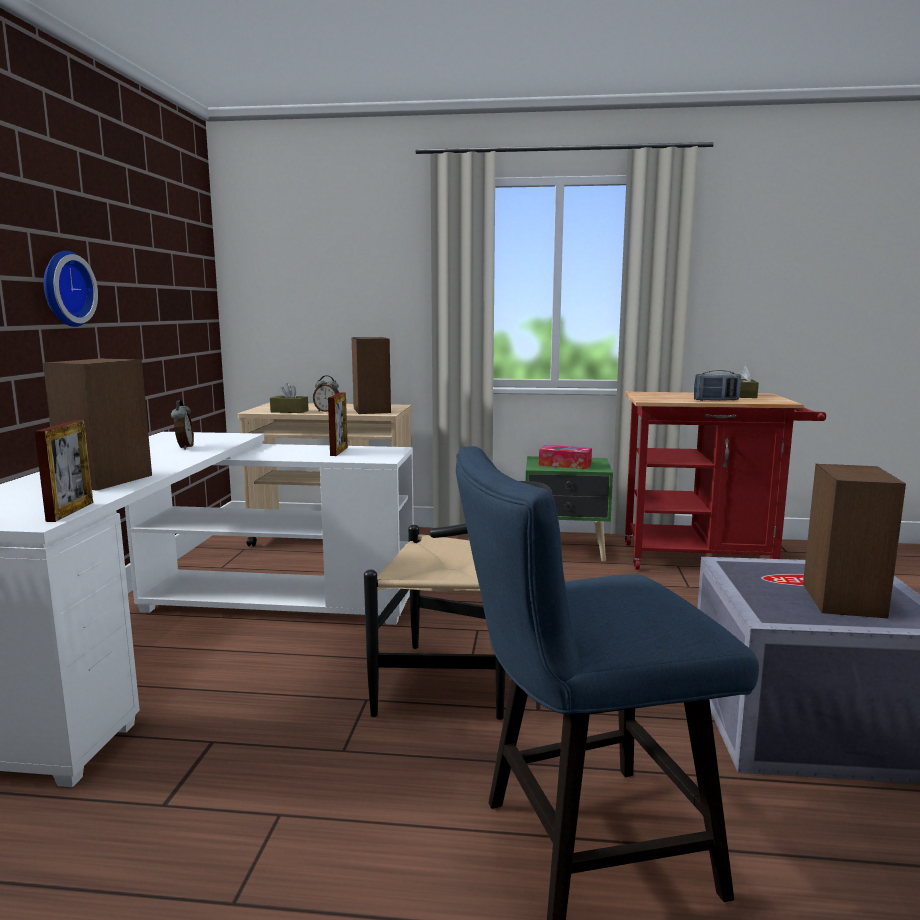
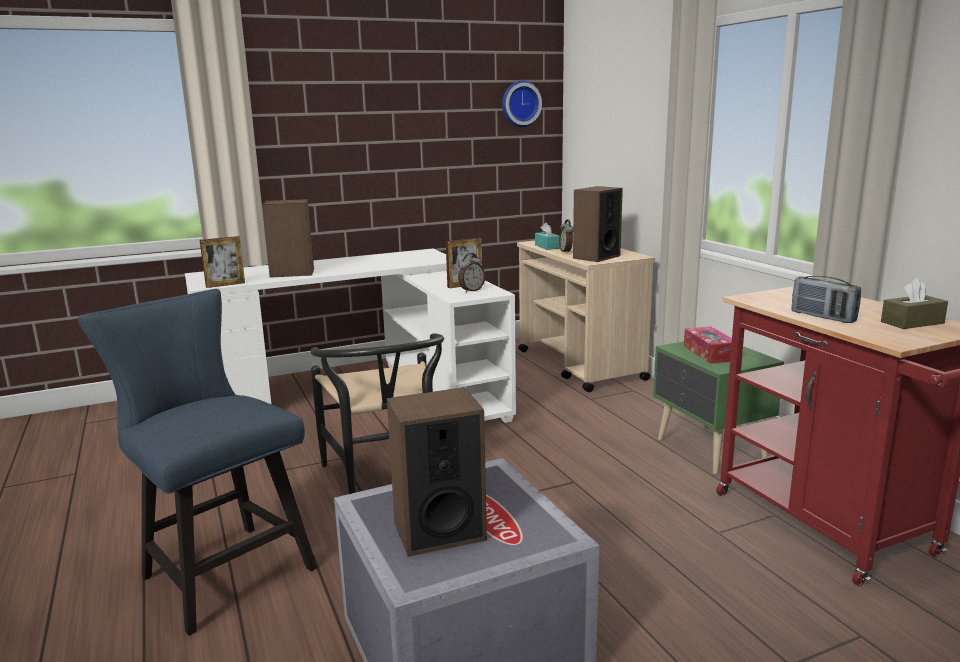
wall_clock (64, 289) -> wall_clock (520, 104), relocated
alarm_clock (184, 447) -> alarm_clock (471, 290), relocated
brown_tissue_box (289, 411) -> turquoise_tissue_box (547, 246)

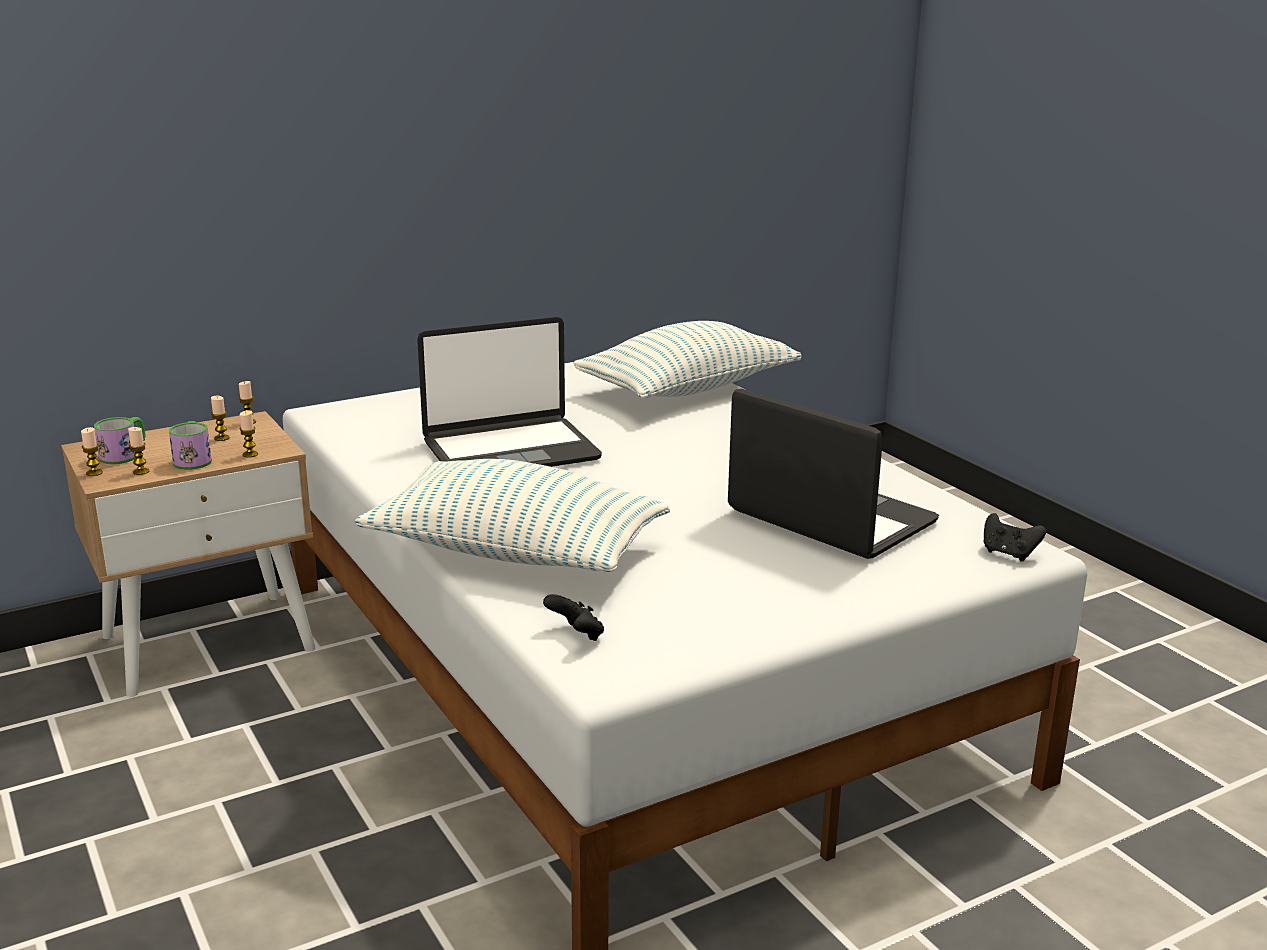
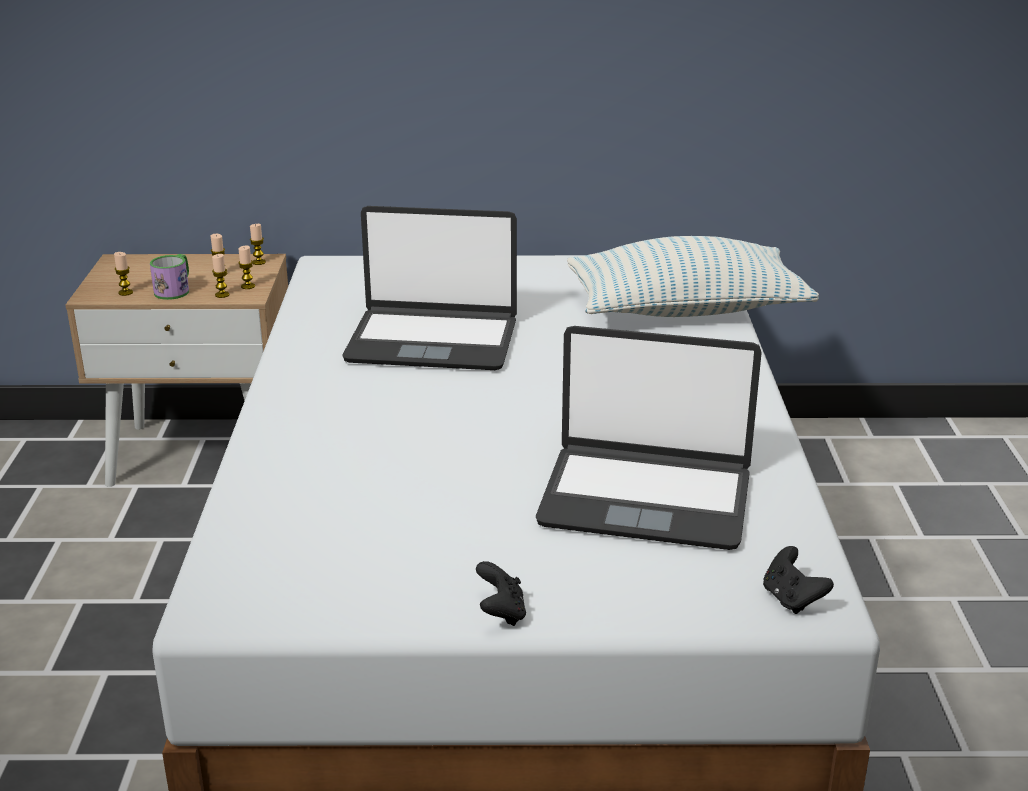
mug (124, 455) -> none
pillow (514, 552) -> none
candle (94, 473) -> candle (248, 286), relocated
black_game_controller (576, 635) -> black_game_controller (501, 613), relocated
laptop (830, 518) -> laptop (645, 498), 120 degrees clockwise

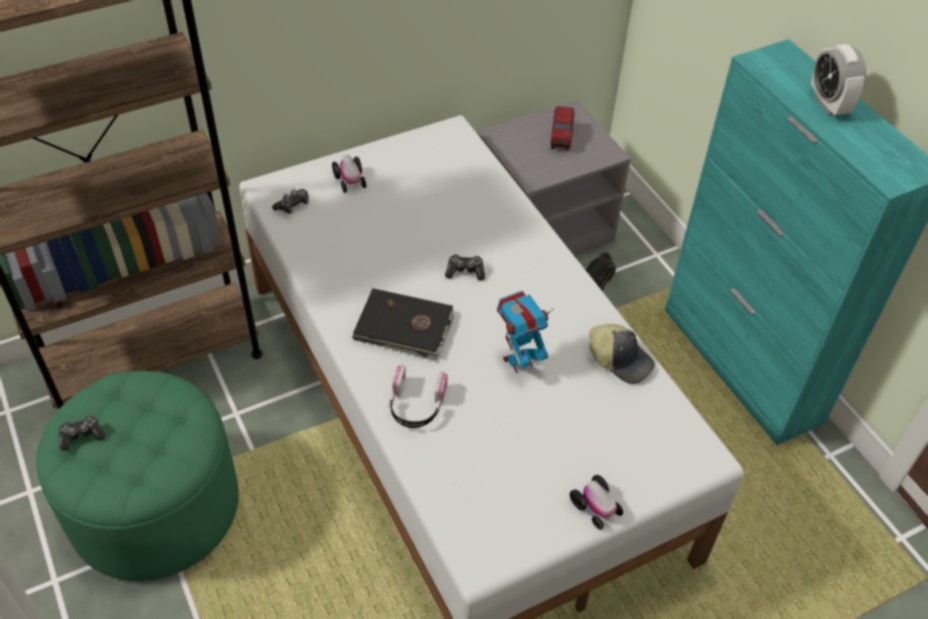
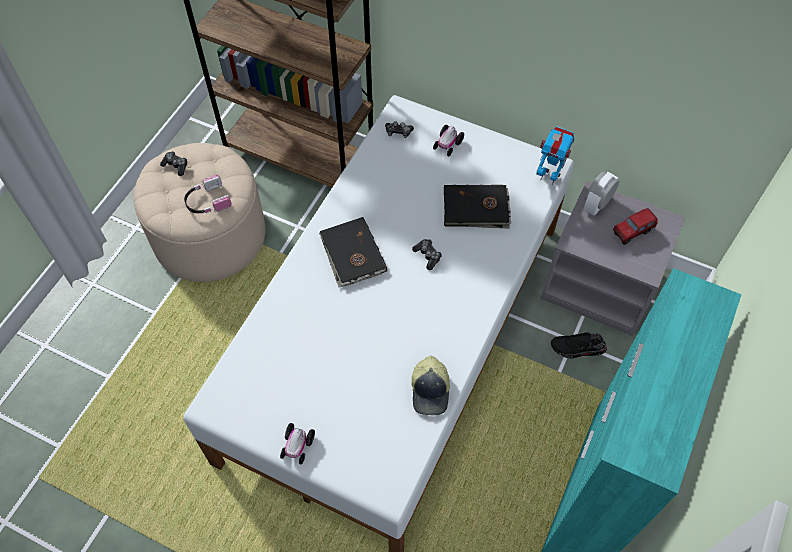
none -> black_book (476, 209)
headphones (416, 406) -> headphones (207, 202), relocated
toy_robot (519, 361) -> toy_robot (549, 176), relocated
alarm_clock (828, 104) -> alarm_clock (597, 204), relocated
green_ottoman (155, 506) -> beige_ottoman (209, 235)

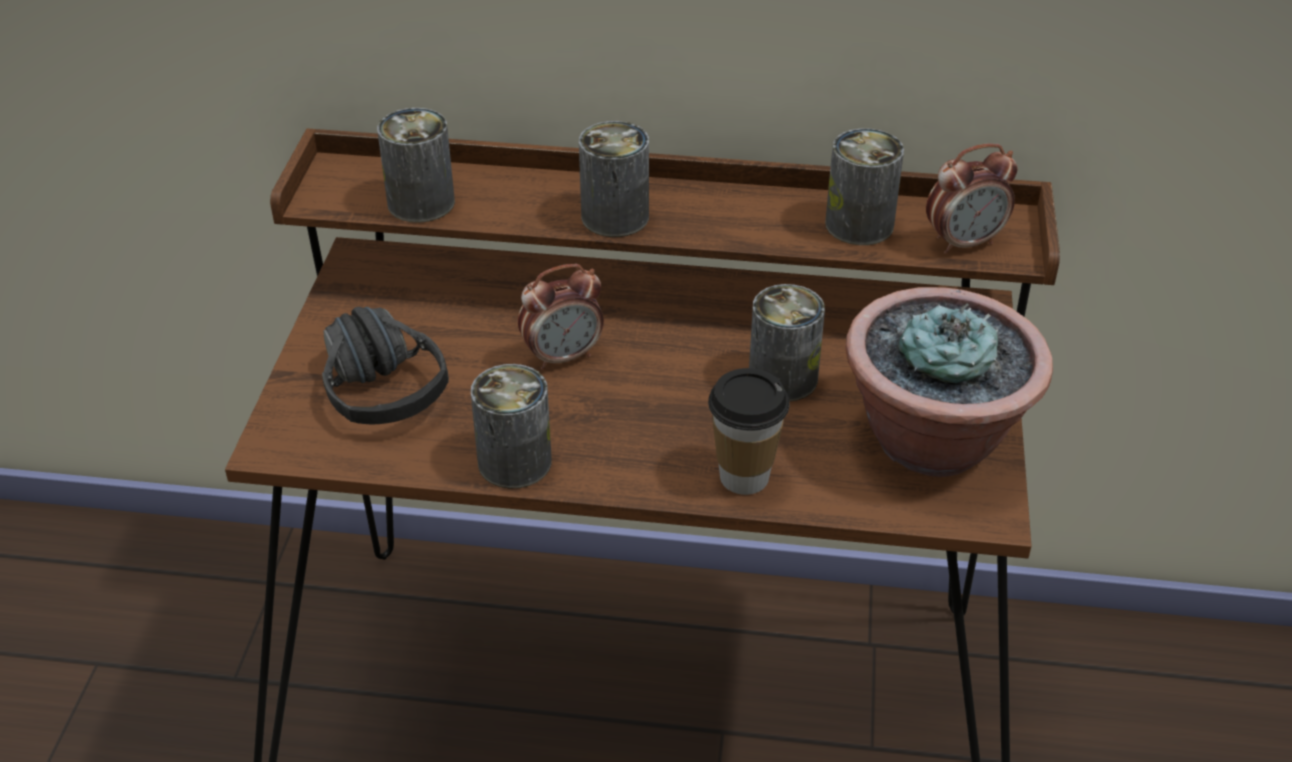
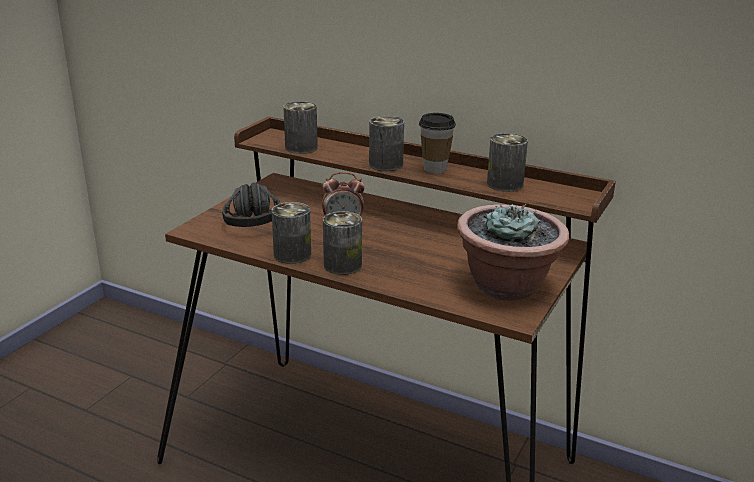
alarm_clock (964, 243) -> none
cup (744, 477) -> cup (435, 169), relocated
can (783, 378) -> can (342, 265), relocated

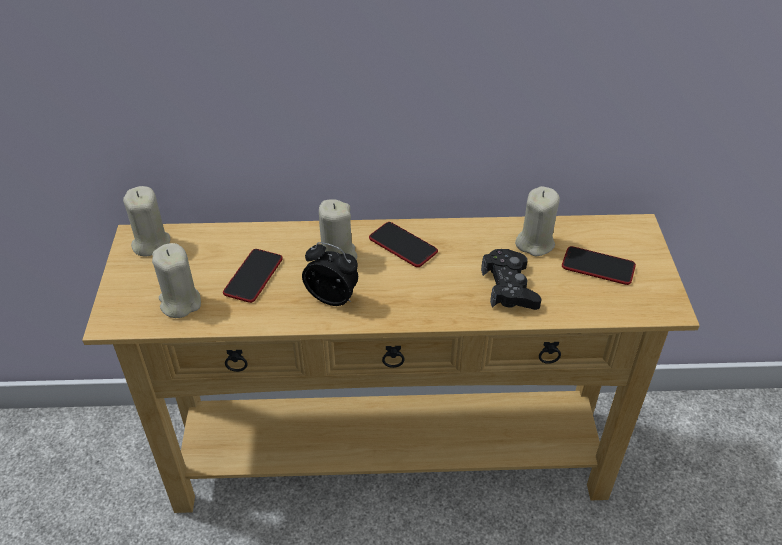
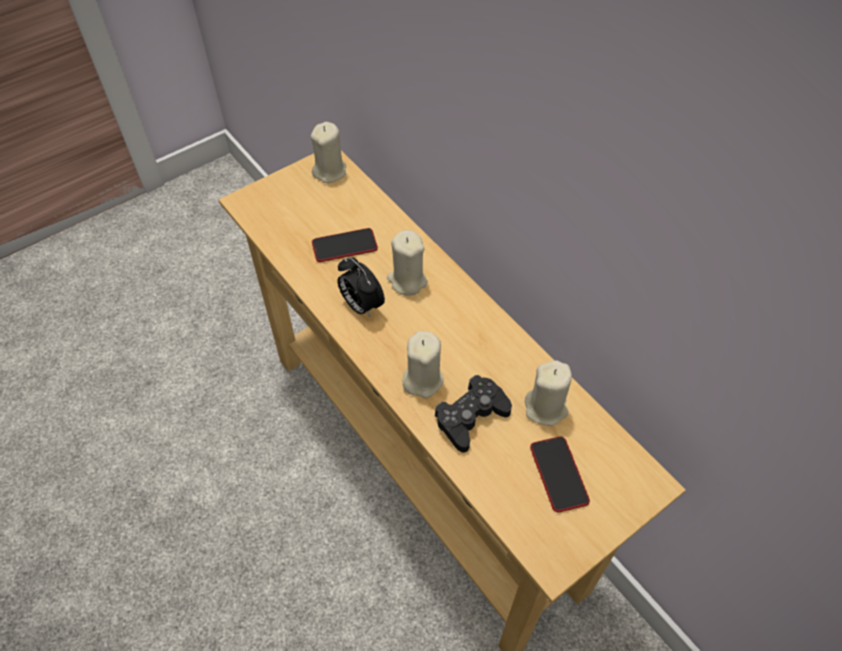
phone (403, 245) -> none
beige_candle (180, 302) -> beige_candle (422, 380), relocated
alarm_clock (333, 298) -> alarm_clock (361, 305), 150 degrees clockwise

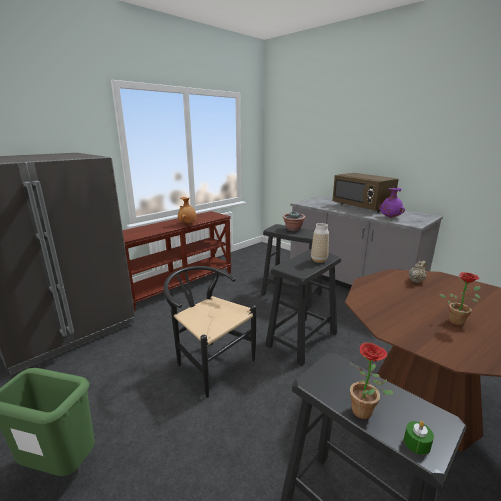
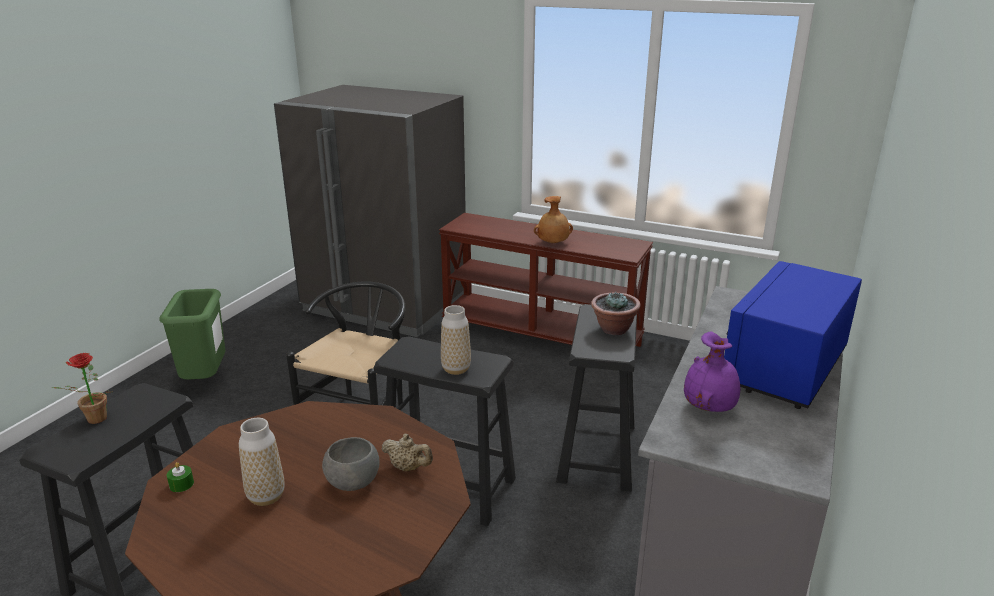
none -> grey_bowl (353, 483)
green_candle (417, 443) -> green_candle (181, 484), relocated
potted_plant (457, 321) -> vase (266, 496)
brown_microwave (362, 207) -> blue_microwave (785, 368)

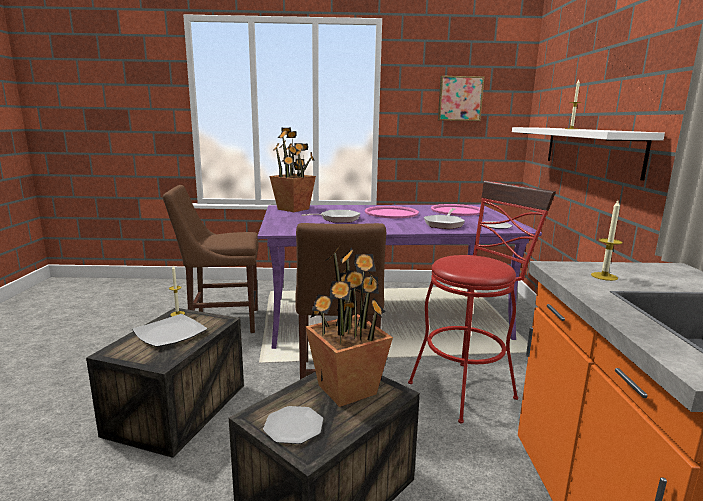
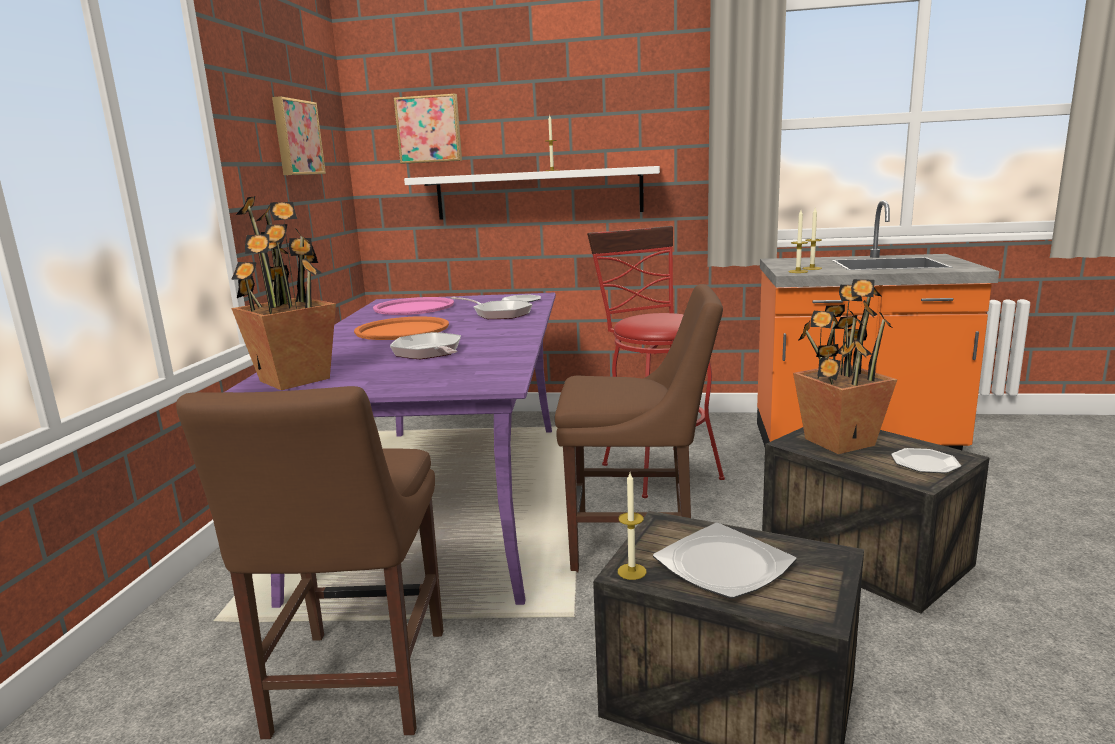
none -> picture (429, 129)
none -> candle (798, 271)
pink_tray (391, 213) -> orange_tray (402, 330)

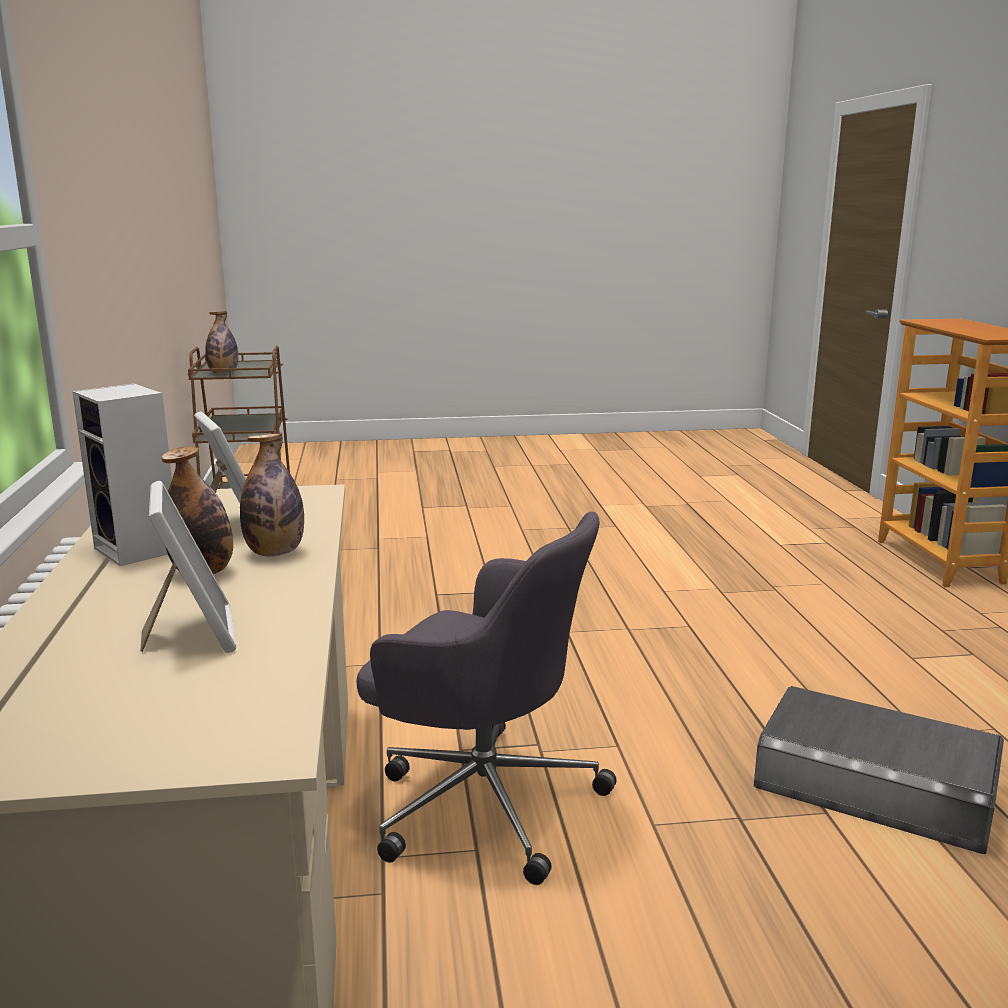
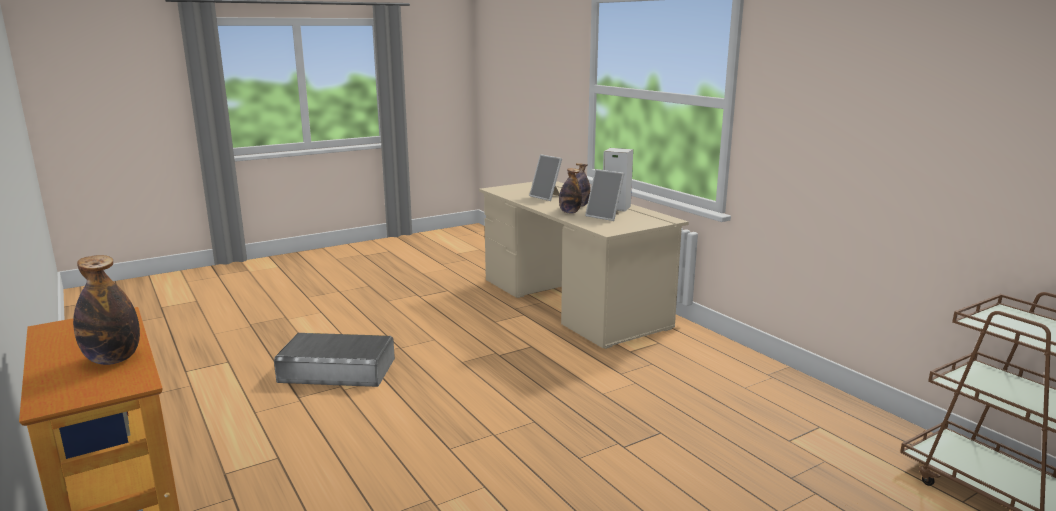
grey_office_chair (482, 800) -> none
bottle (223, 373) -> bottle (113, 359), relocated

